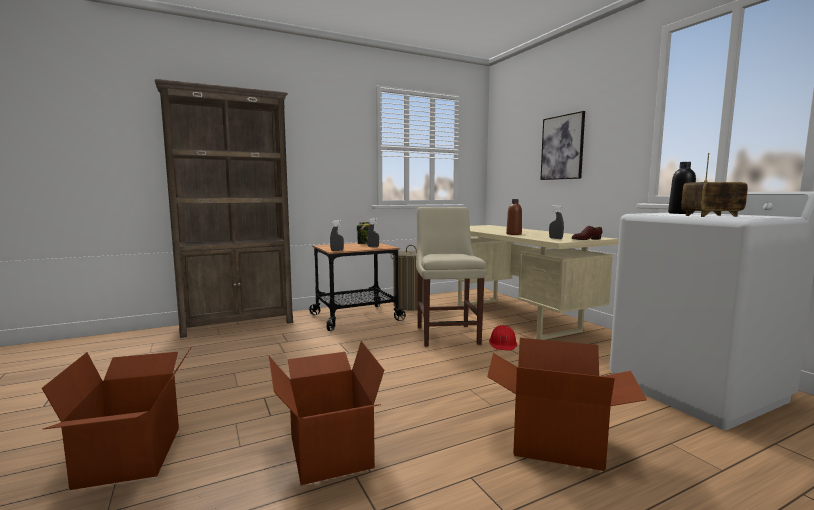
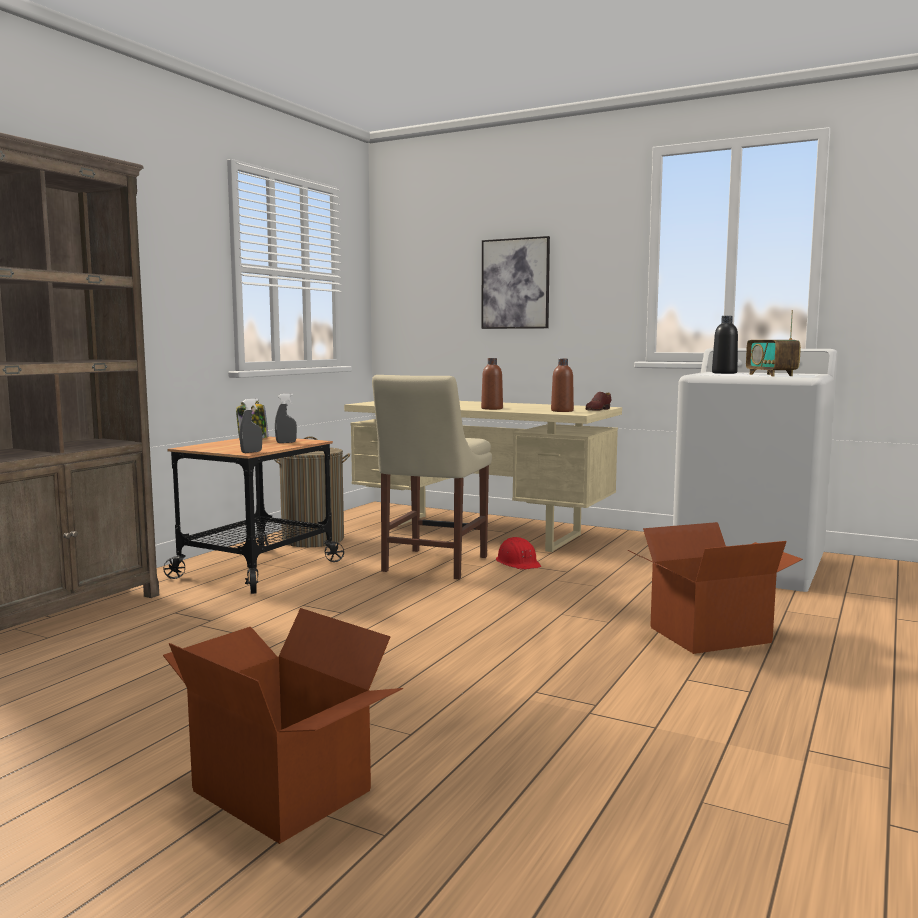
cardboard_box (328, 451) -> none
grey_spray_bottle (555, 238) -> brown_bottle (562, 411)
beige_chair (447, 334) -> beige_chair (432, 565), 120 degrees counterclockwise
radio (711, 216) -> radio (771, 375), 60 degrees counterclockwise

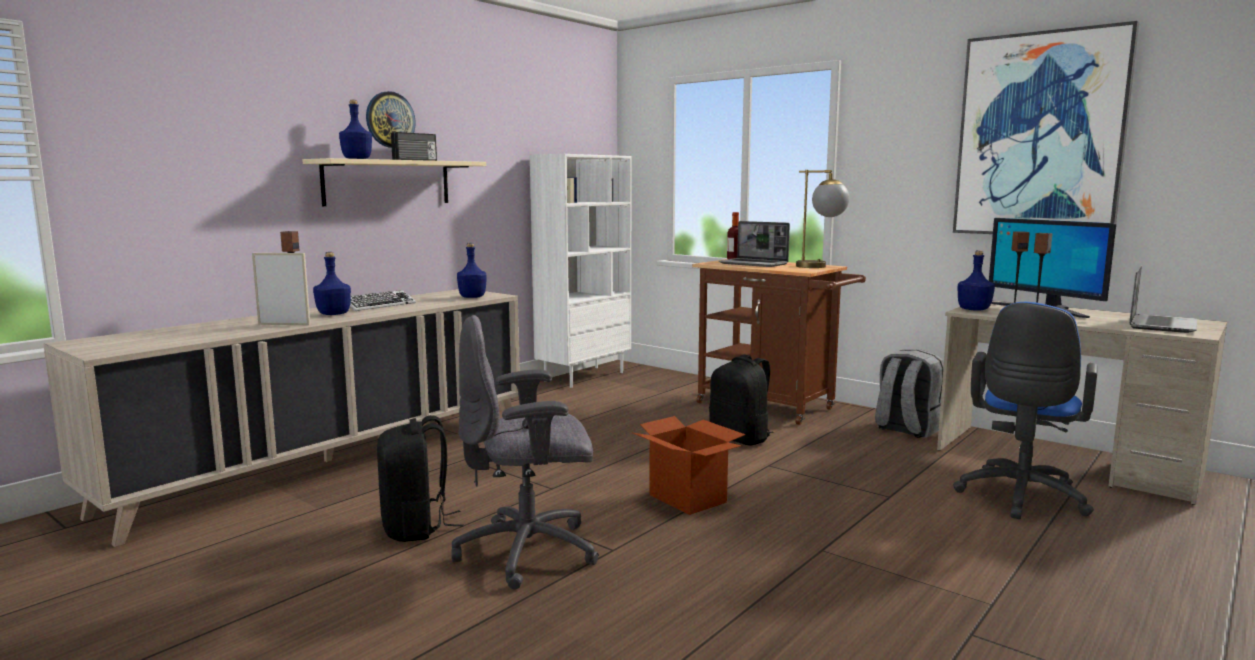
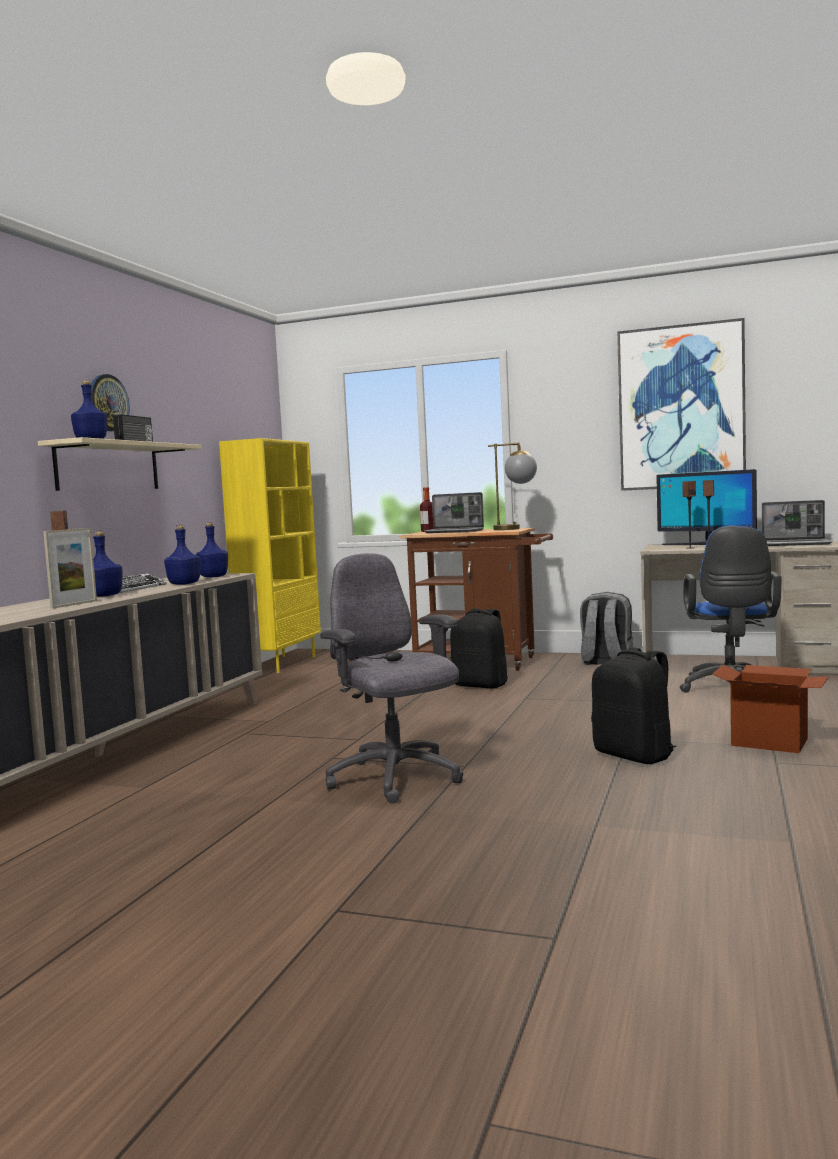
black_backpack (416, 527) -> black_backpack (635, 756), relocated
cardboard_box (688, 498) -> cardboard_box (770, 742), relocated
blue_bottle (974, 309) -> blue_bottle (184, 584), relocated
white_bookcase (584, 376) -> yellow_bookcase (280, 664)
picture_frame (284, 324) -> picture_frame (74, 604), 135 degrees clockwise
grey_office_chair (529, 552) -> grey_office_chair (395, 779), 90 degrees clockwise
laptop (1161, 325) -> laptop (796, 544), 90 degrees clockwise

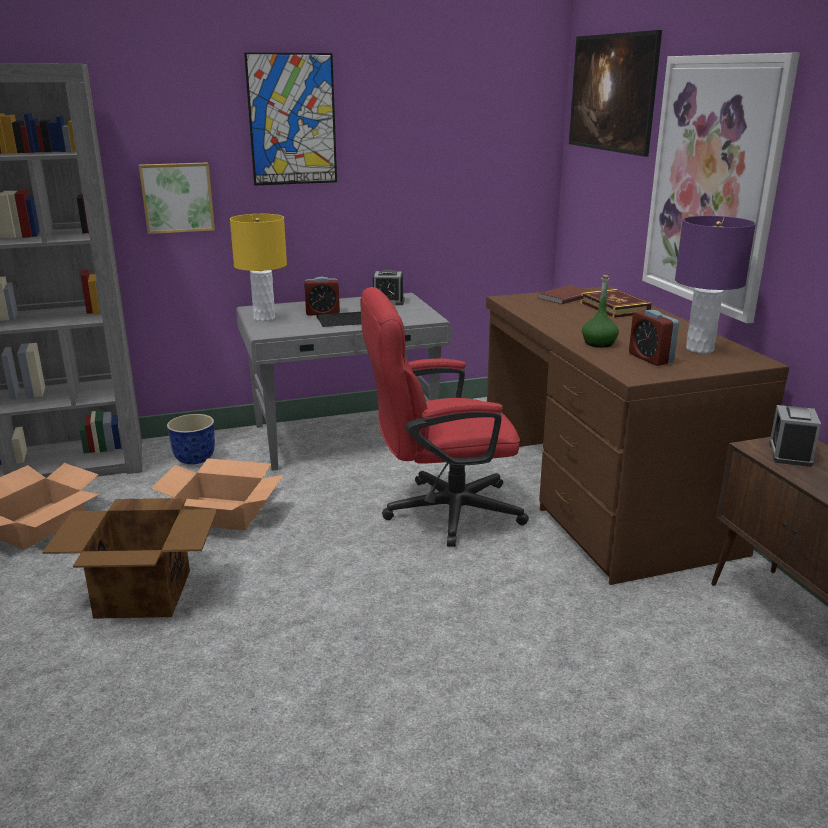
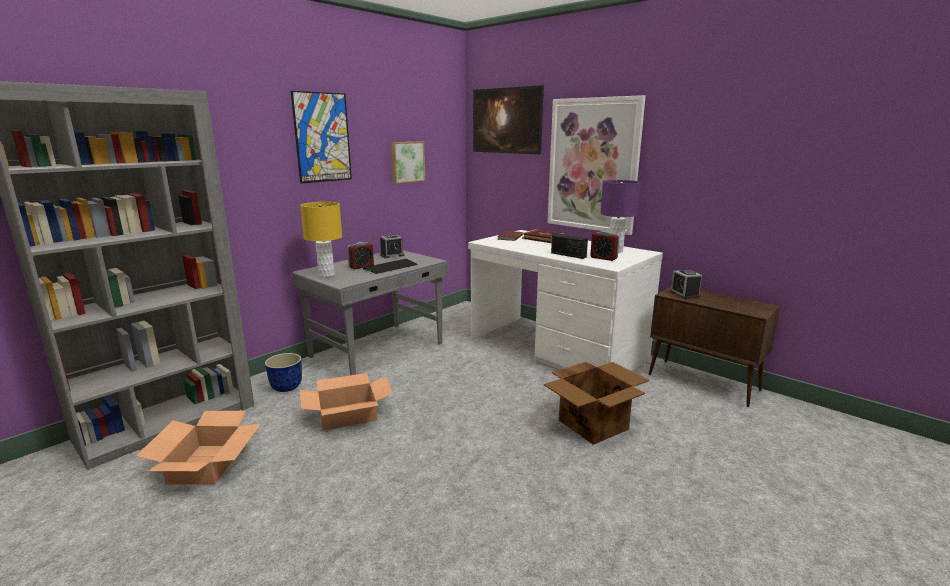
red_office_chair (440, 512) -> none
cardboard_box (145, 594) -> cardboard_box (594, 424), relocated
picture (177, 197) -> picture (407, 161), relocated
green_bottle (599, 343) -> radio (568, 255)
brown_desk (600, 497) -> white_desk (556, 348)

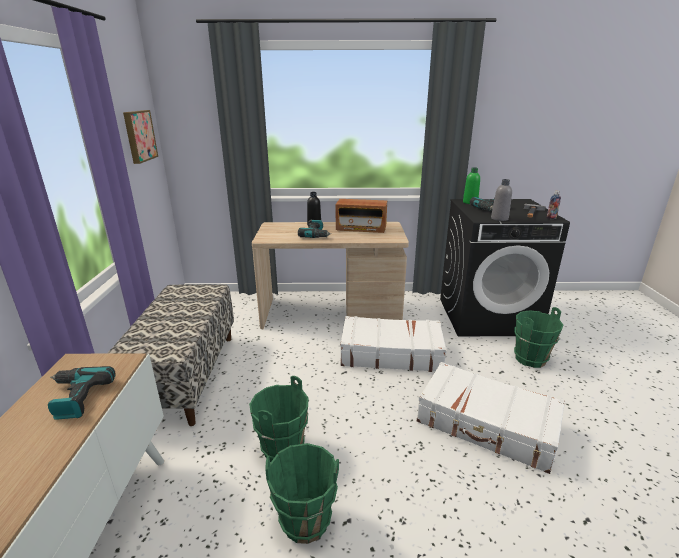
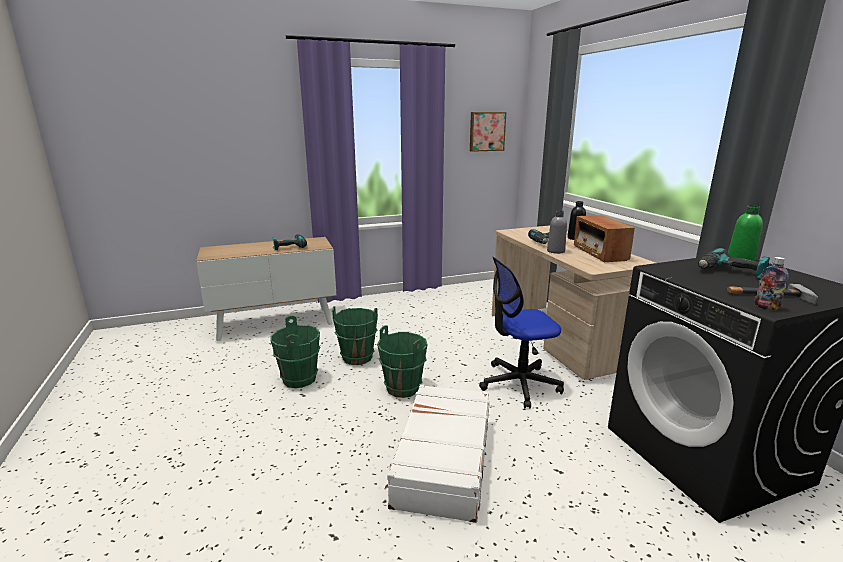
bench (185, 375) -> none
grey_bottle (499, 218) -> grey_bottle (555, 251), relocated
green_bucket (529, 359) -> green_bucket (403, 388), relocated
white_suitcase (390, 353) -> office_chair (519, 384)

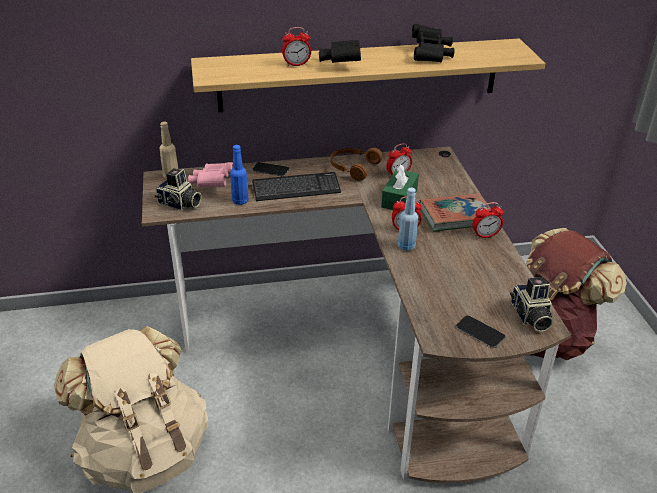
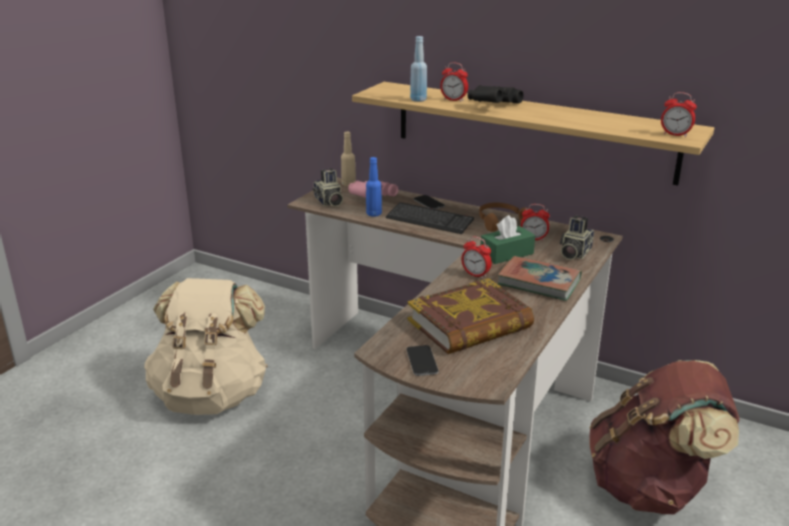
black_binoculars (431, 54) -> none
none -> book (470, 325)
blue_bottle (406, 246) -> blue_bottle (418, 100), relocated
alarm_clock (485, 235) -> alarm_clock (675, 134), relocated
photo_camera (529, 317) -> photo_camera (573, 253), relocated

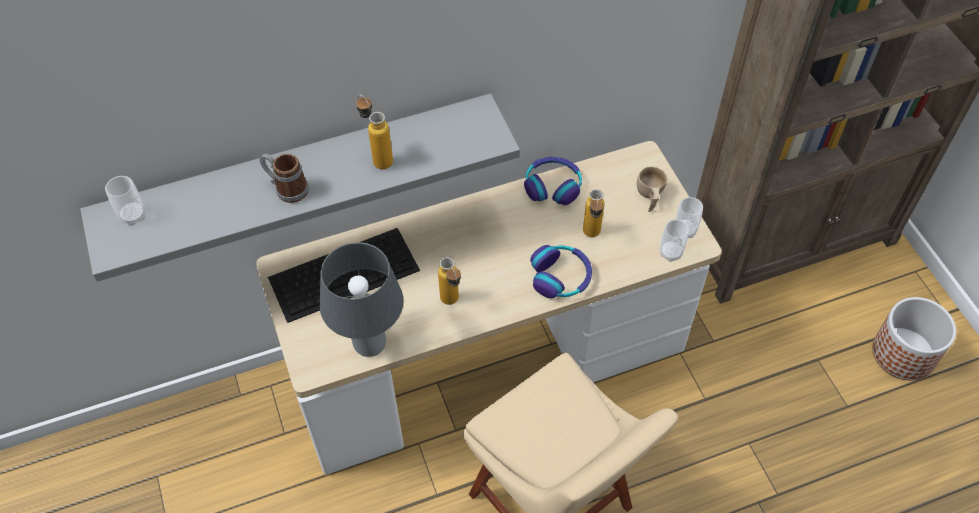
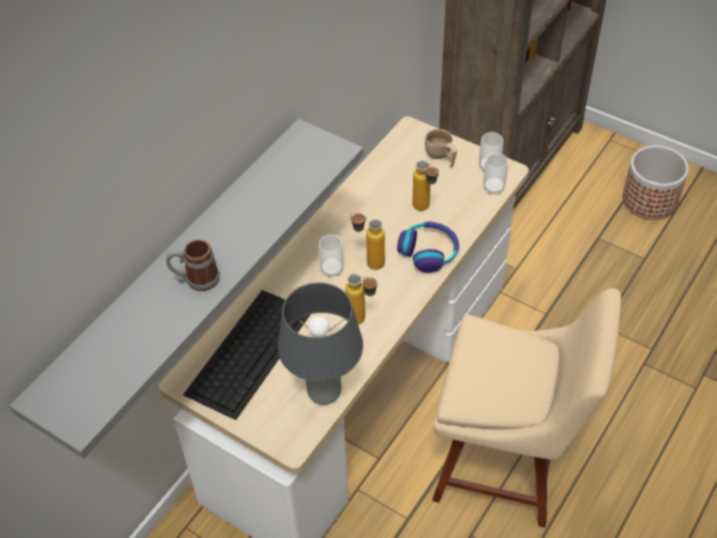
headphones (552, 186) -> none
cup (133, 215) -> cup (332, 270), relocated
bottle (377, 158) -> bottle (368, 262), relocated

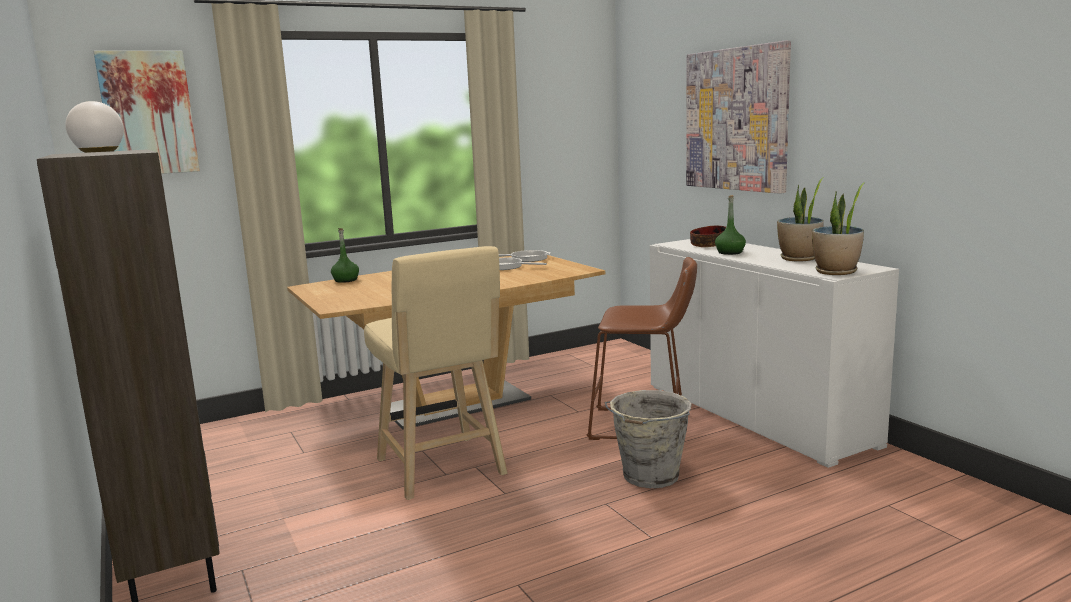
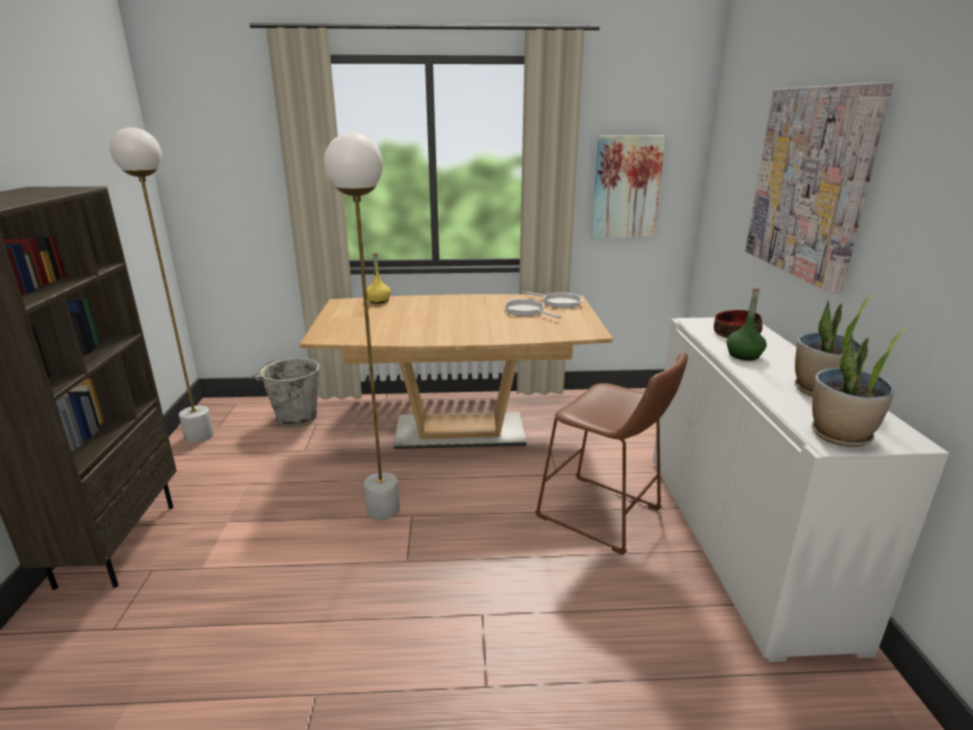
picture (148, 113) -> picture (626, 187), relocated
grey_bucket (649, 477) -> grey_bucket (295, 418), relocated
beige_stool (442, 470) -> white_floor_lamp (382, 510)
green_bottle (346, 280) -> yellow_bottle (378, 301)

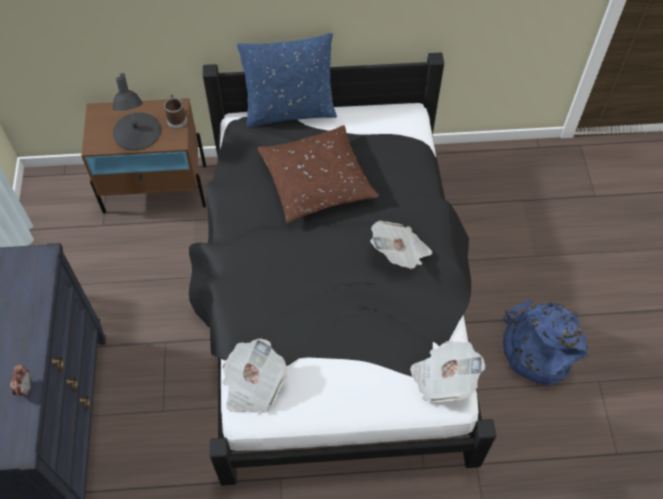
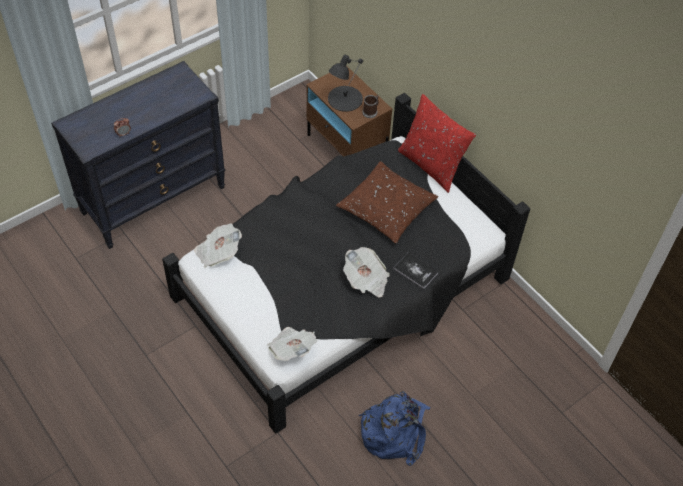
none -> book (415, 271)
blue_pillow (290, 110) -> red_pillow (431, 165)

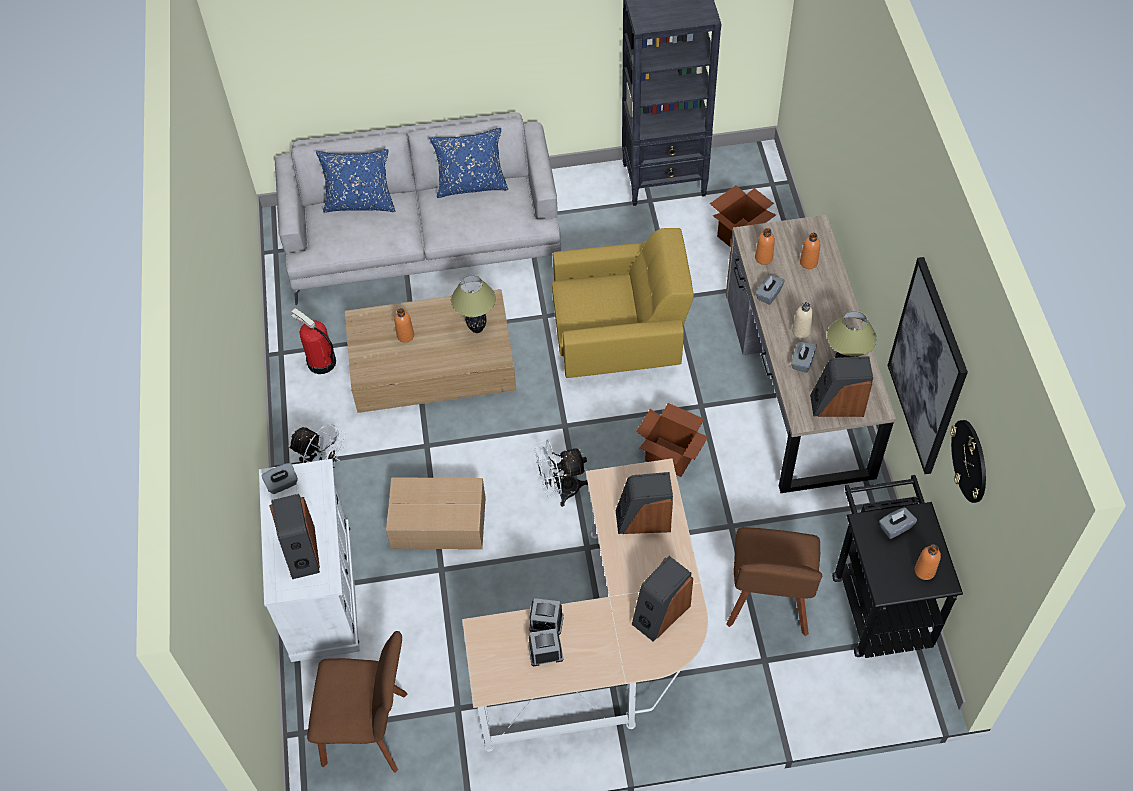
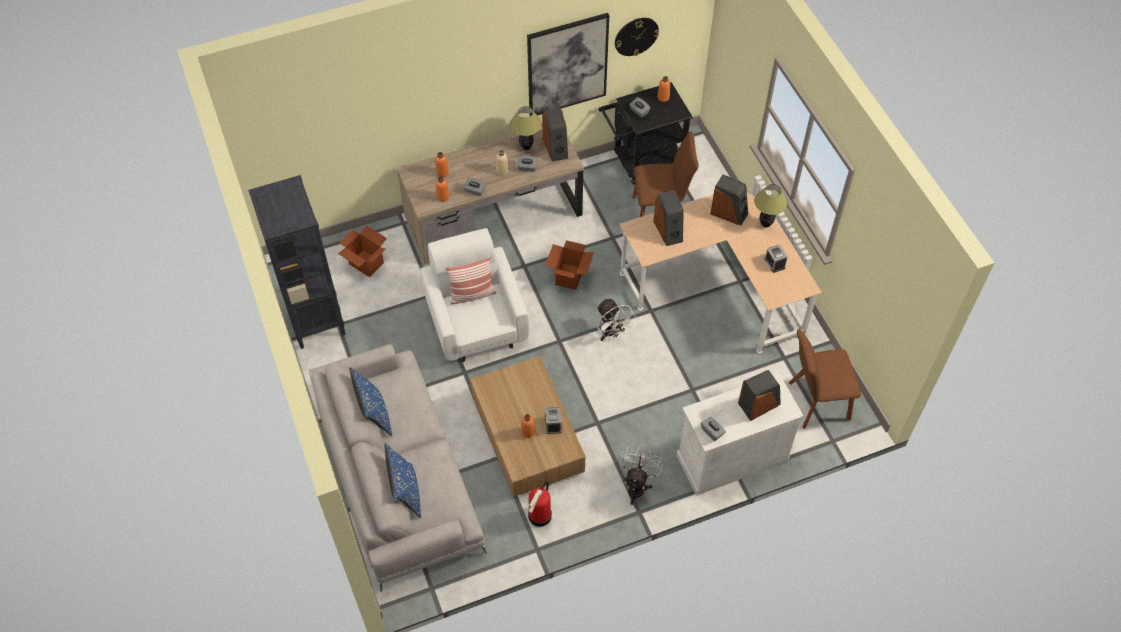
cardboard_box (437, 522) -> none
none -> pillow (472, 294)
table_lamp (476, 328) -> table_lamp (765, 224), relocated
alarm_clock (546, 622) -> alarm_clock (553, 424), relocated
yellow_armchair (620, 338) -> white_armchair (476, 321)
brown_chair (370, 730) -> brown_chair (815, 402), 90 degrees counterclockwise

